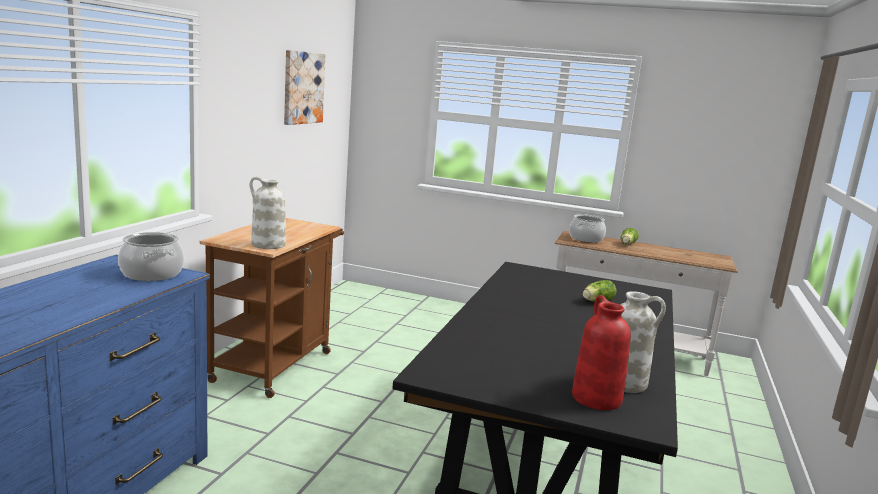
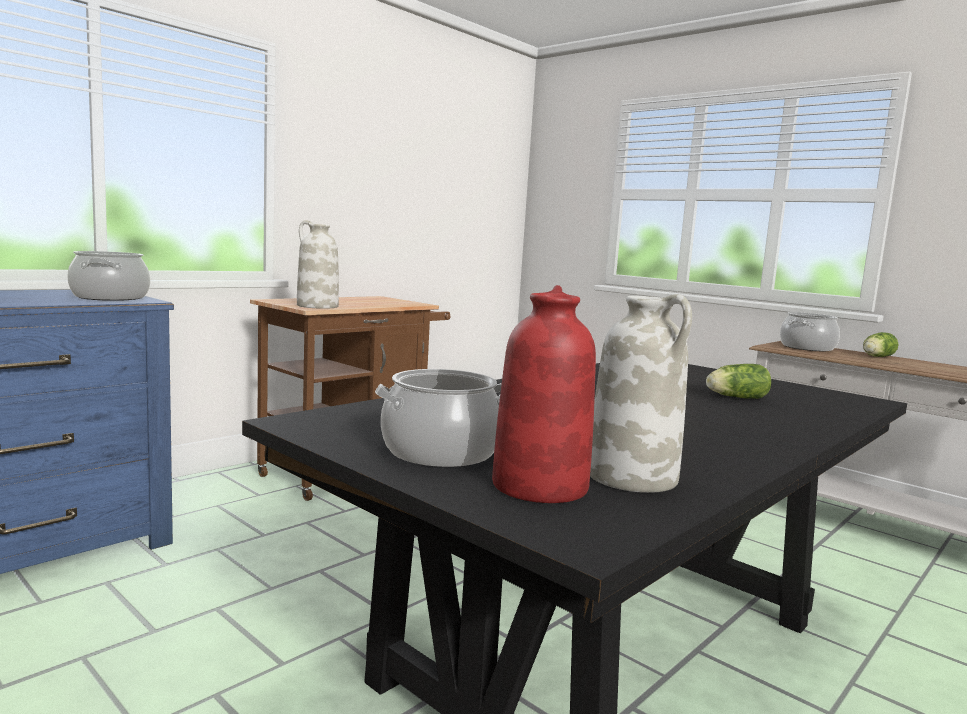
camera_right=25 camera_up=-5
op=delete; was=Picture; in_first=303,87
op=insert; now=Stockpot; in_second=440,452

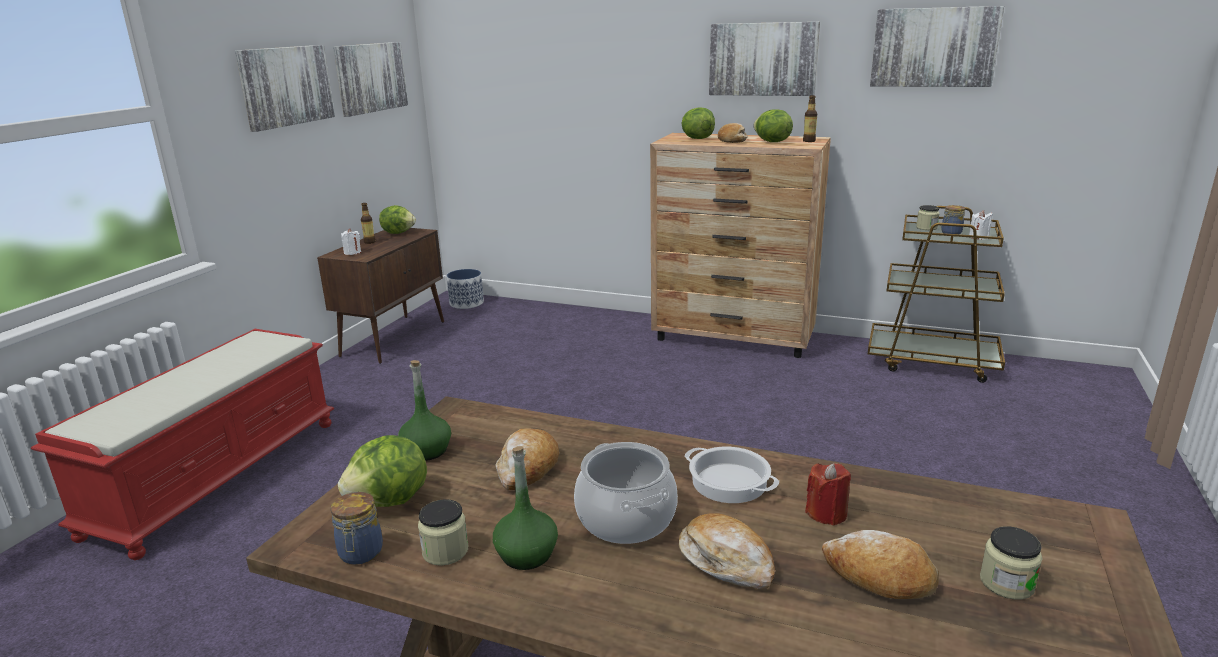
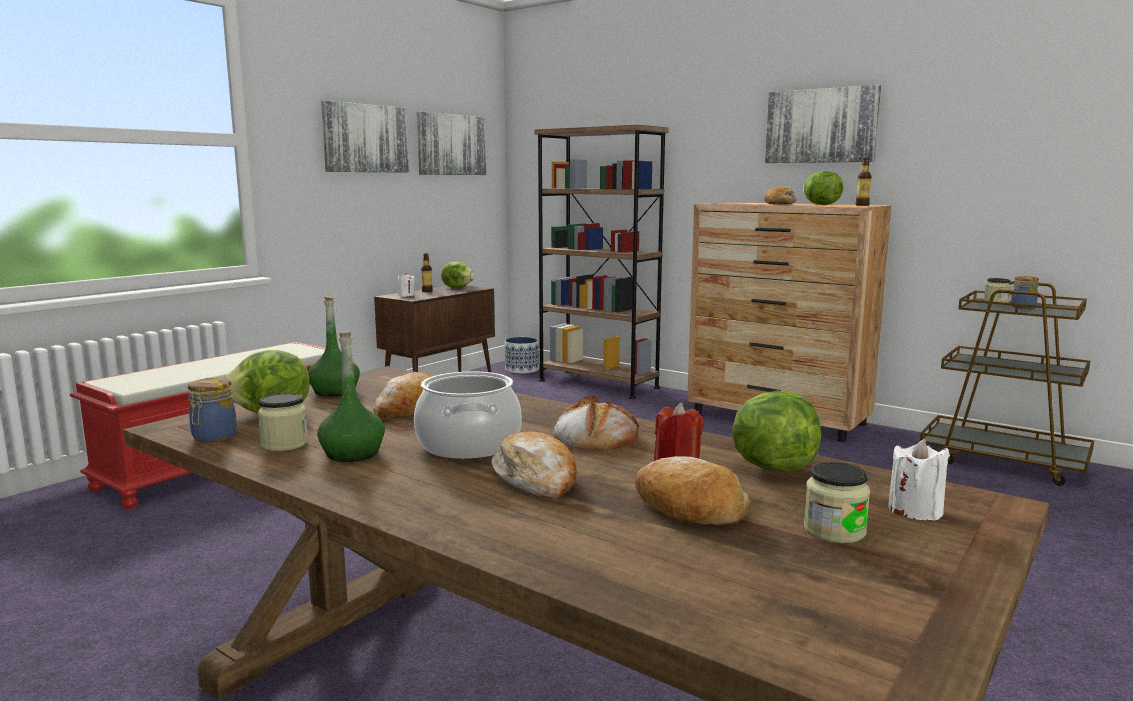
camera_right=15 camera_up=-10
op=delete; was=Picture; in_first=934,47
op=move; was=HeadOfLettuce; in_first=697,138; in_second=772,467
op=move; was=WhiteColouredWaxLight; in_first=978,237; in_second=915,511
op=replace; was=Stockpot; now=BakedBread; in_first=728,482; in_second=595,436
op=insert; now=BrownColouredBookshelf; in_second=598,384

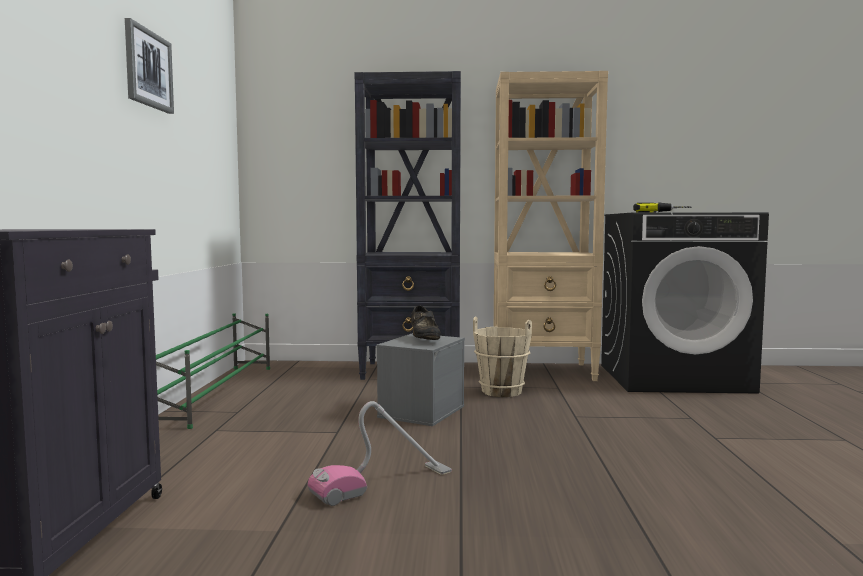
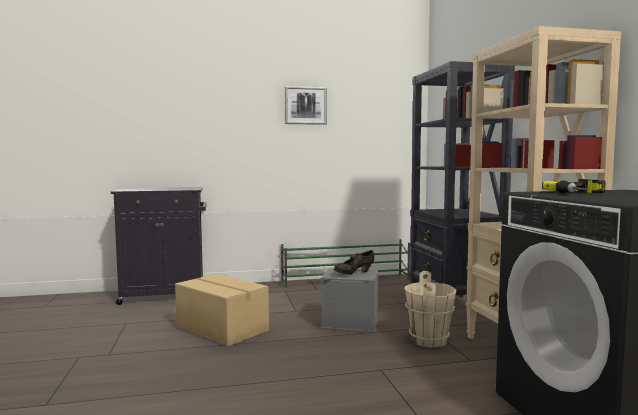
camera_right=75 camera_up=0
op=replace; was=VacuumCleaner; now=PackingBox; in_first=383,483; in_second=221,329

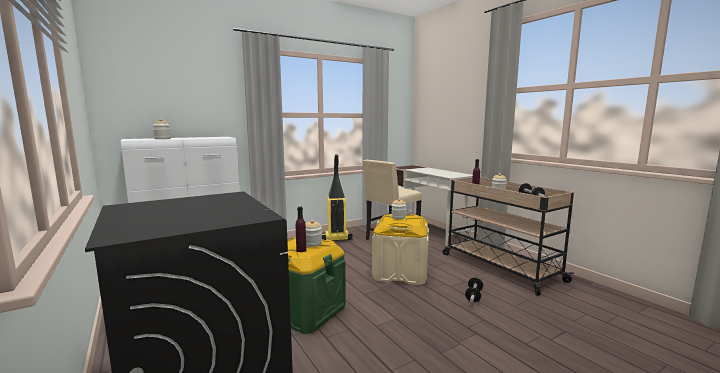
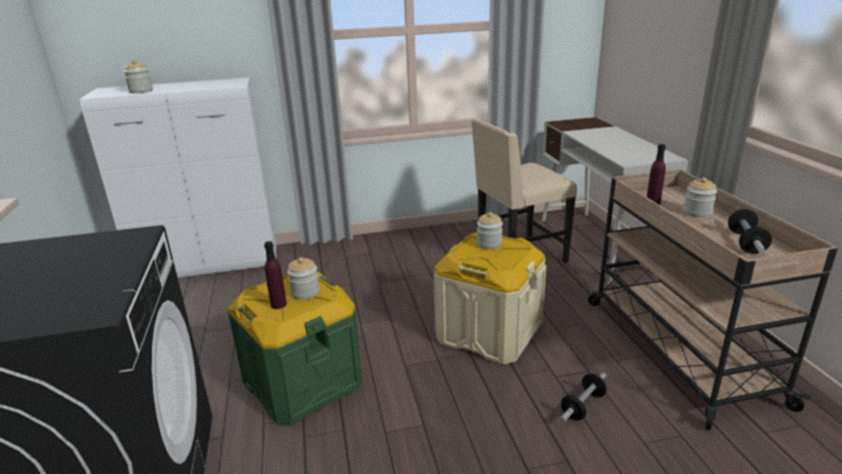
camera_right=20 camera_up=15
op=delete; was=VacuumCleaner; in_first=335,239

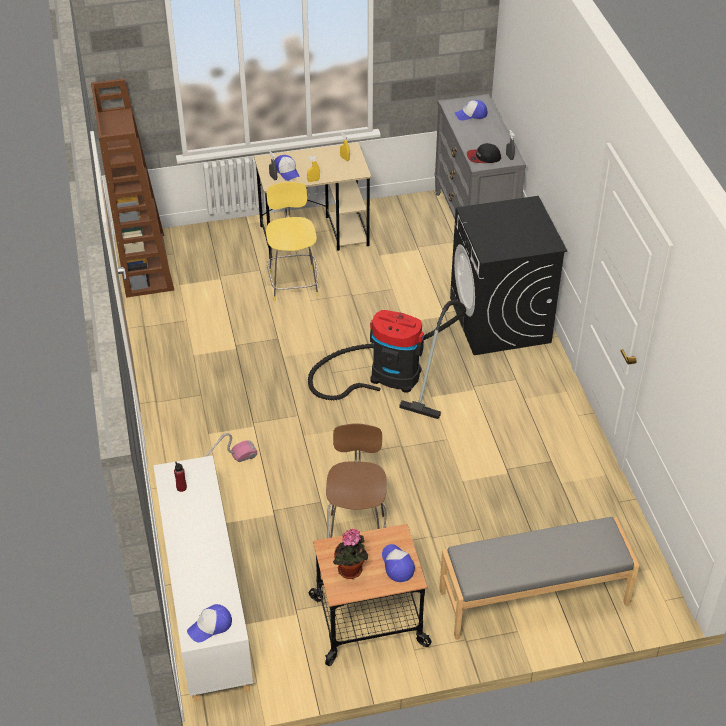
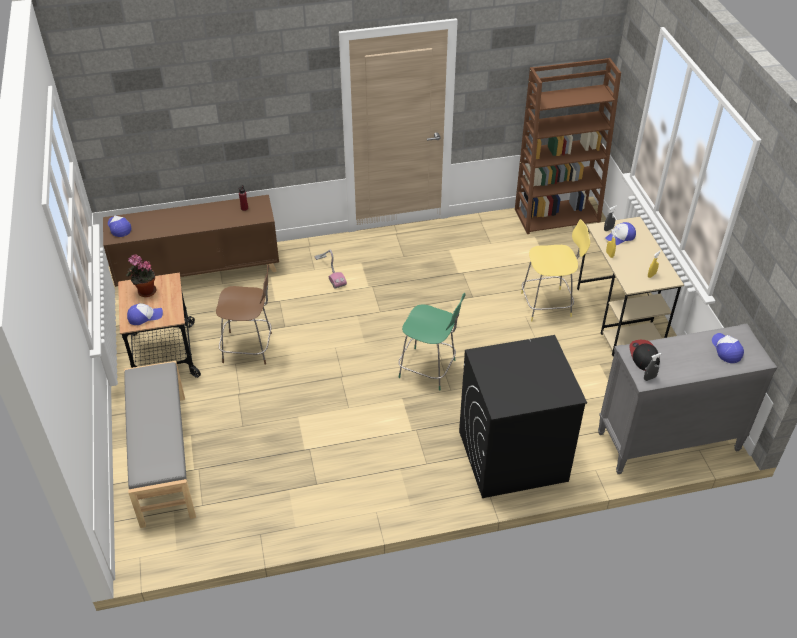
camera_right=90 camera_up=0
op=replace; was=VacuumCleaner; now=GreenStool; in_first=389,375; in_second=429,369
op=recolor; was=WhiteColouredCabinet; now=BrownColouredCabinet; in_first=206,603; in_second=199,270

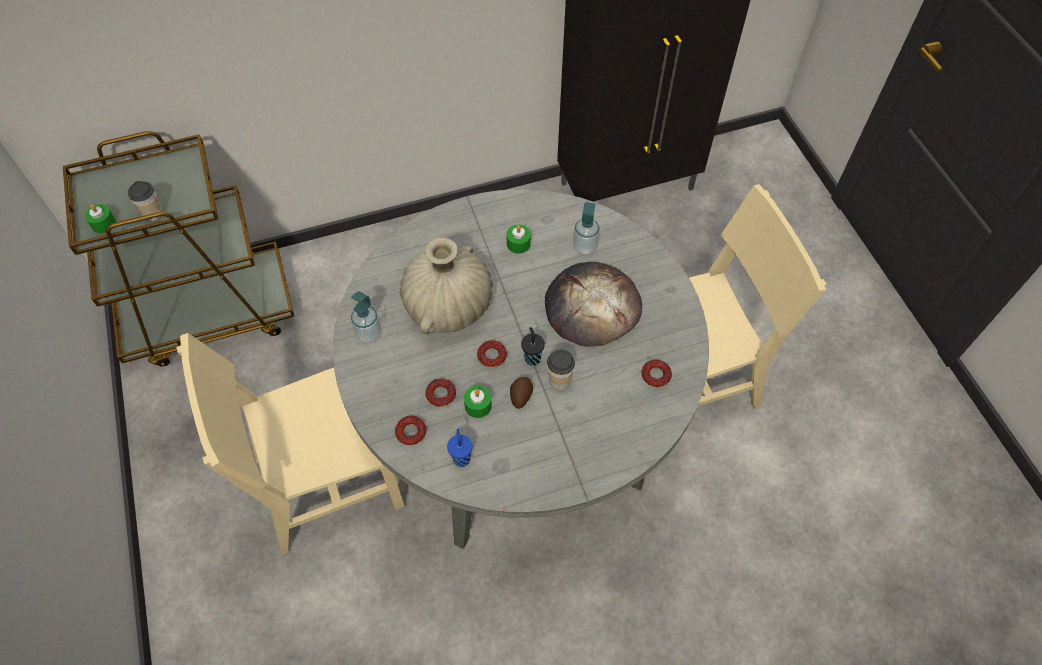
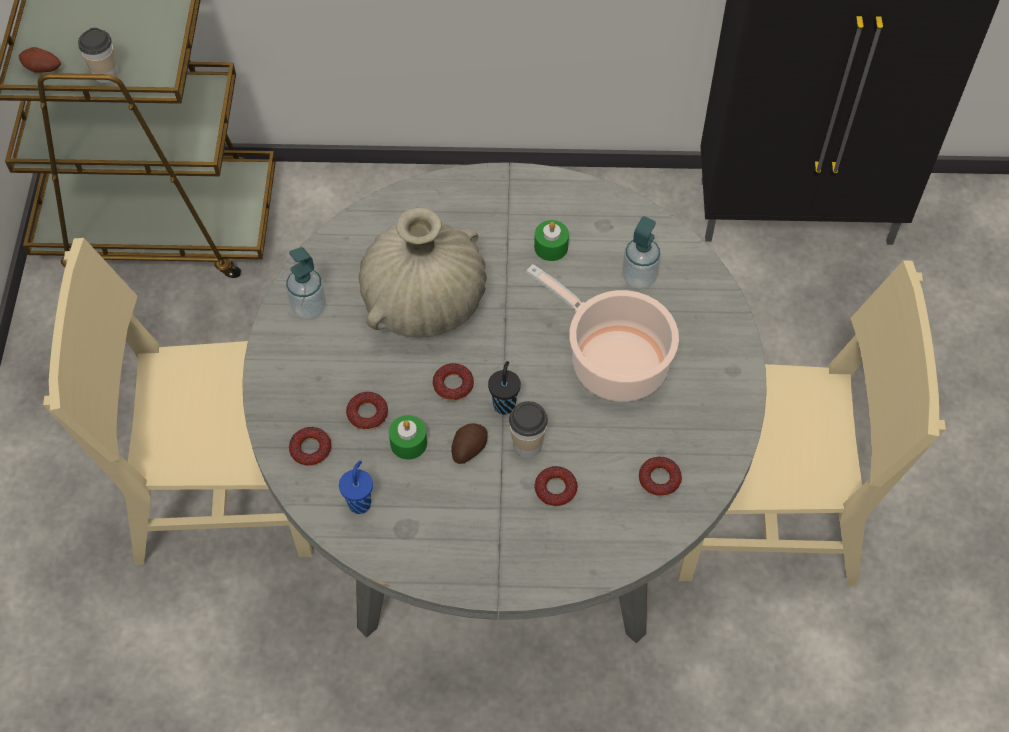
camera_right=20 camera_up=0
op=replace; was=GreenWaxLight; now=Spud; in_first=103,223; in_second=42,70
op=replace; was=BakedBread; now=Stockpot; in_first=592,307; in_second=613,361
op=insert; now=Doughnut; in_second=555,489

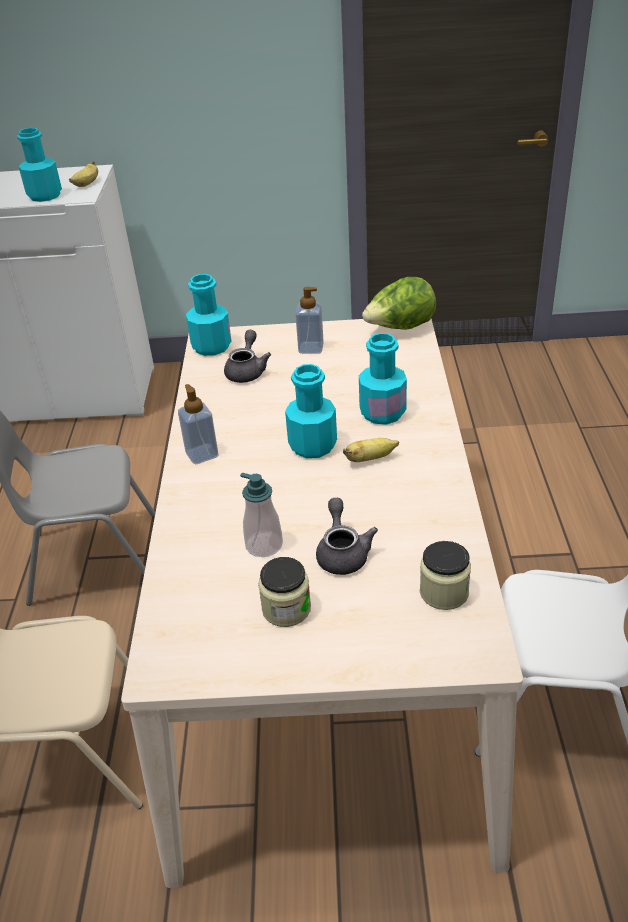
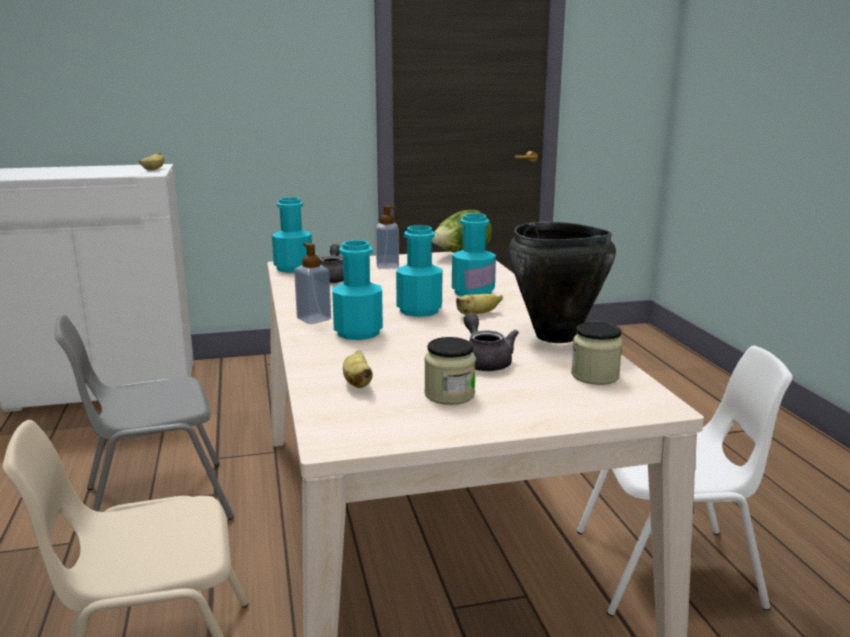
camera_right=-15 camera_up=-20
op=move; was=TurquoiseDrinkBottle; in_first=45,195; in_second=358,332
op=delete; was=SoapBottle; in_first=264,545
op=insert; now=BlackColouredStockpot; in_second=556,336
op=insert; now=WholeBanana; in_second=357,383

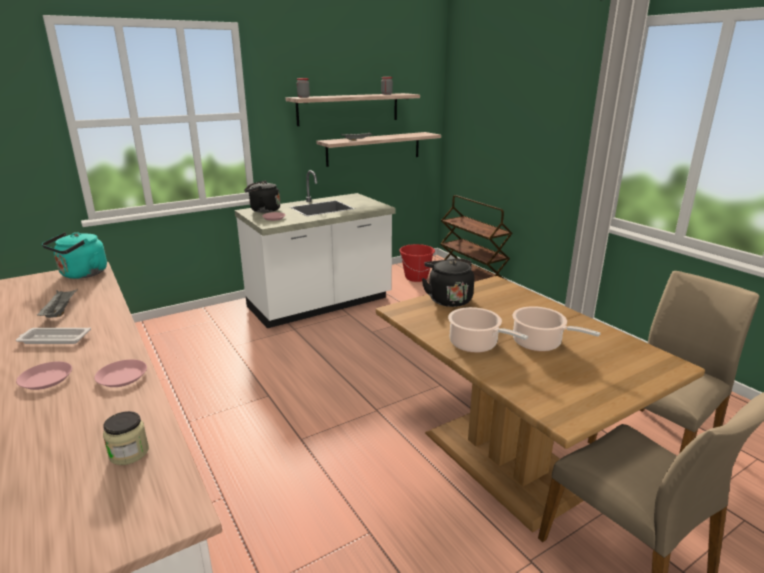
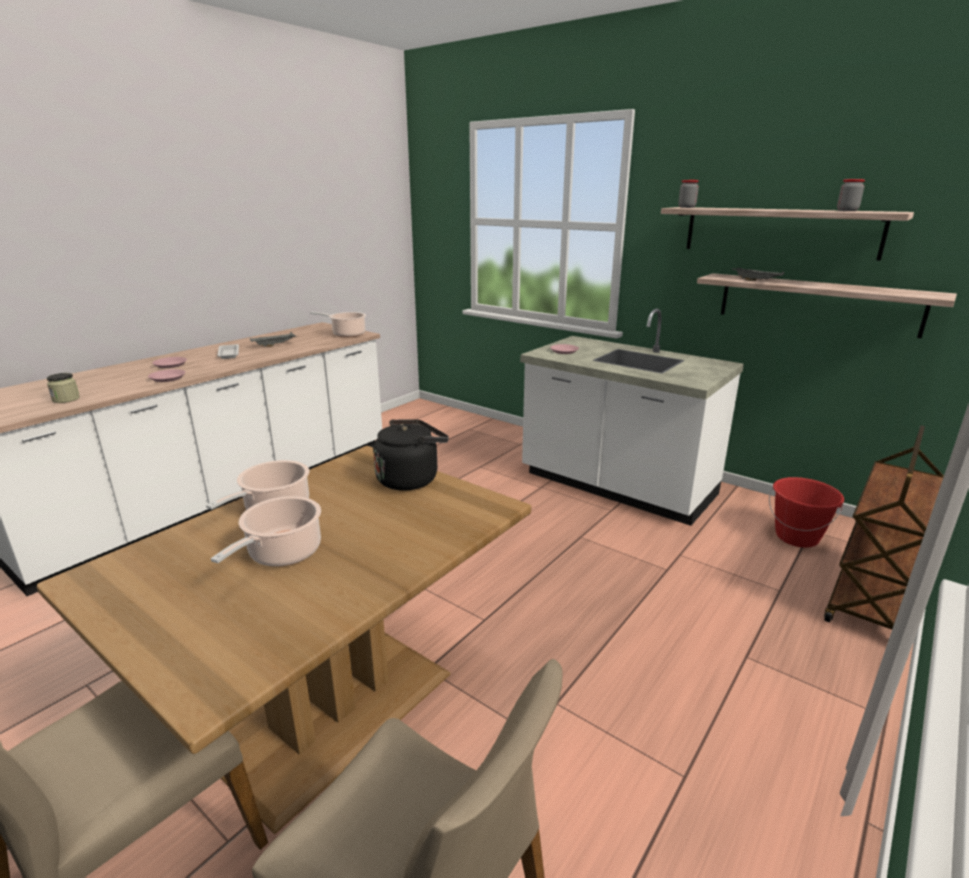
camera_right=70 camera_up=0
op=delete; was=BlackColouredTeaKettle; in_first=263,210
op=replace; was=TurquoiseTeaKettle; now=Stockpot; in_first=81,274; in_second=347,334

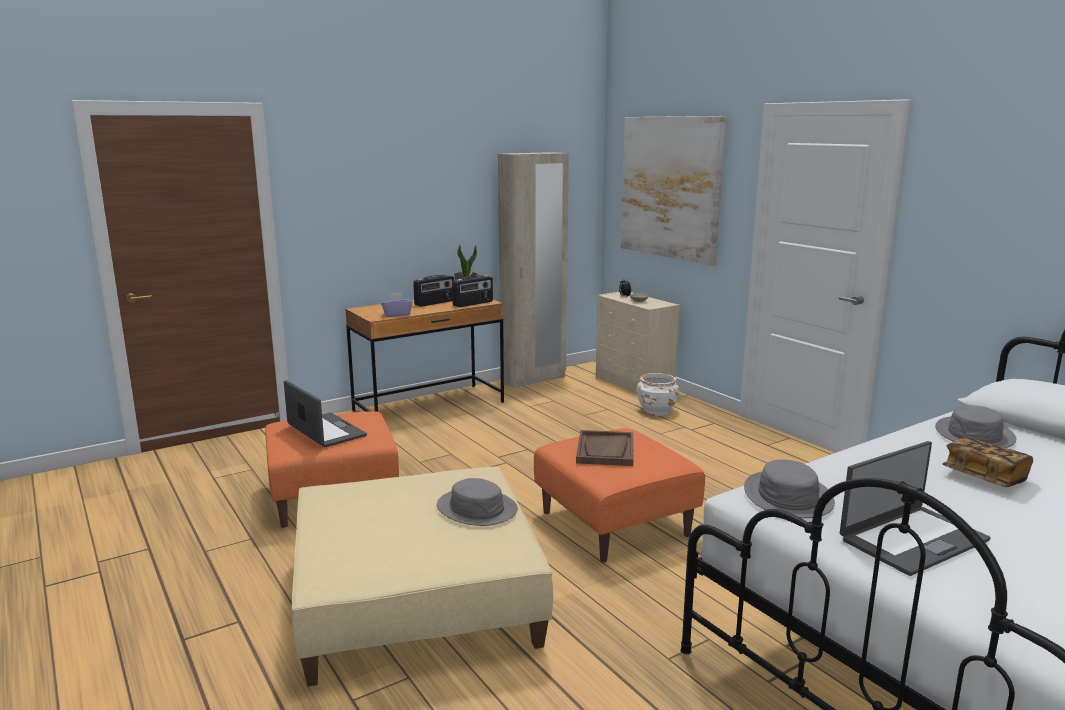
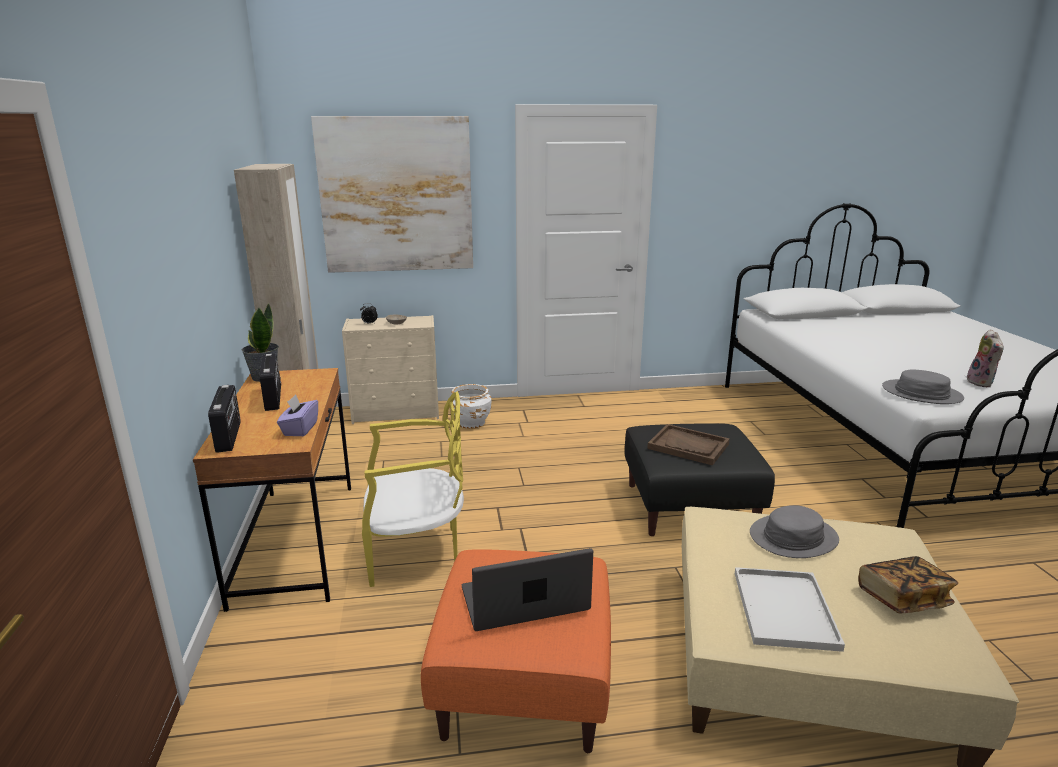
camera_right=-65 camera_up=5
op=move; was=Radio; in_first=473,303; in_second=229,437
op=delete; was=GreyishWearableHat; in_first=974,435
op=recolor; was=OrangeColouredPouffe; now=BlackColouredPouffe; in_first=615,523; in_second=689,506
op=move; was=Book; in_first=984,477; in_second=902,598
op=replace; was=PortableComputer; now=PlushToy; in_first=912,539; in_second=982,383
op=insert; now=YellowishPlainChair; in_second=416,550
op=insert; now=WhiteColouredCarryingTray; in_second=786,611

